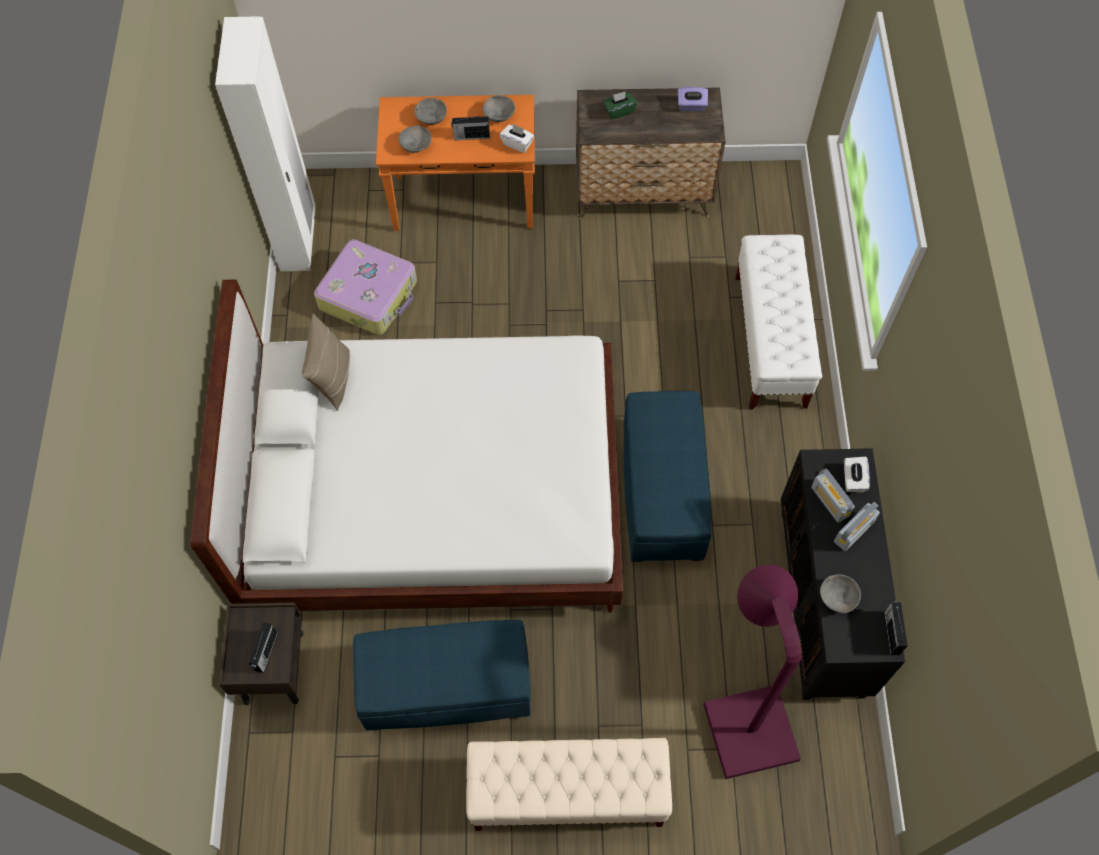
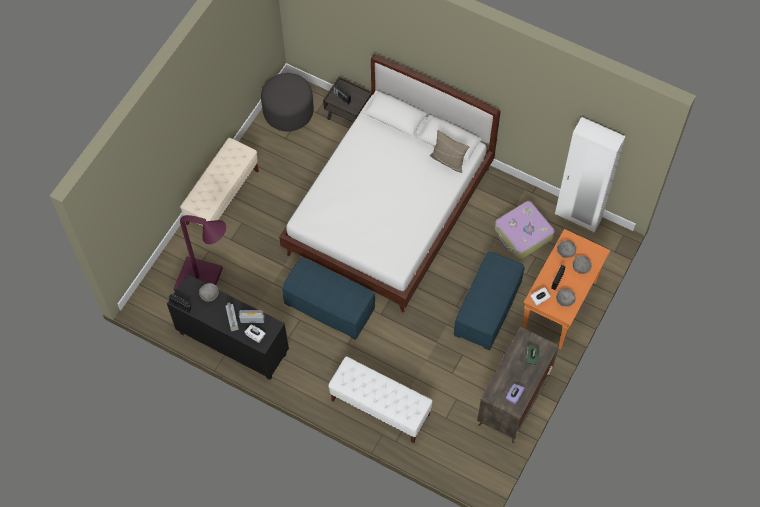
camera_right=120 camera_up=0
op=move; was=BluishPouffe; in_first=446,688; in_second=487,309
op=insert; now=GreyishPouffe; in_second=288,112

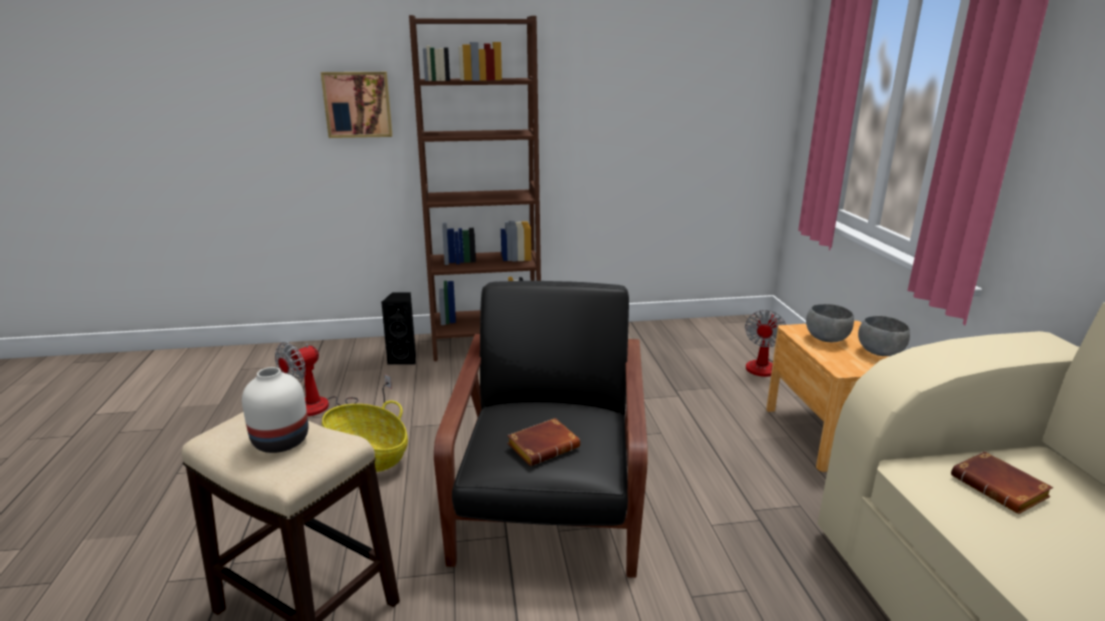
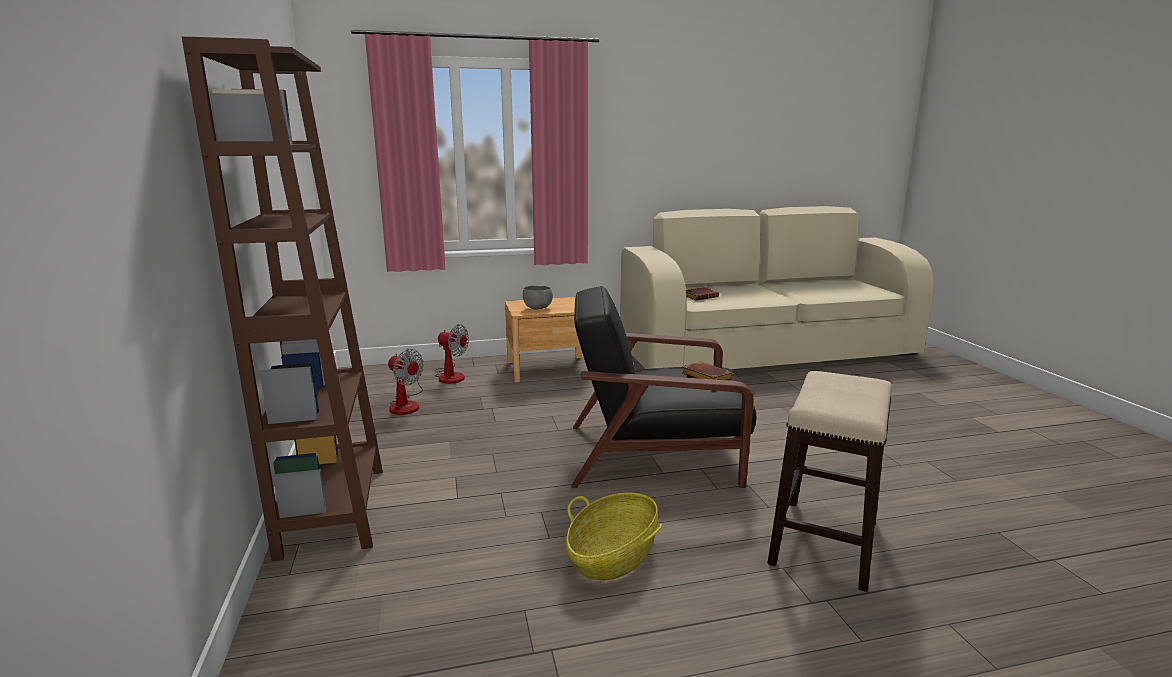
camera_right=-95 camera_up=-5
op=delete; was=Picture; in_first=358,104
op=delete; was=BlackColouredLoudspeaker; in_first=404,359
op=delete; was=GreyishDeepDish; in_first=879,352
op=move; was=CoolingFan; in_first=324,407; in_second=406,404
op=delete; was=WhiteColouredVase; in_first=280,440

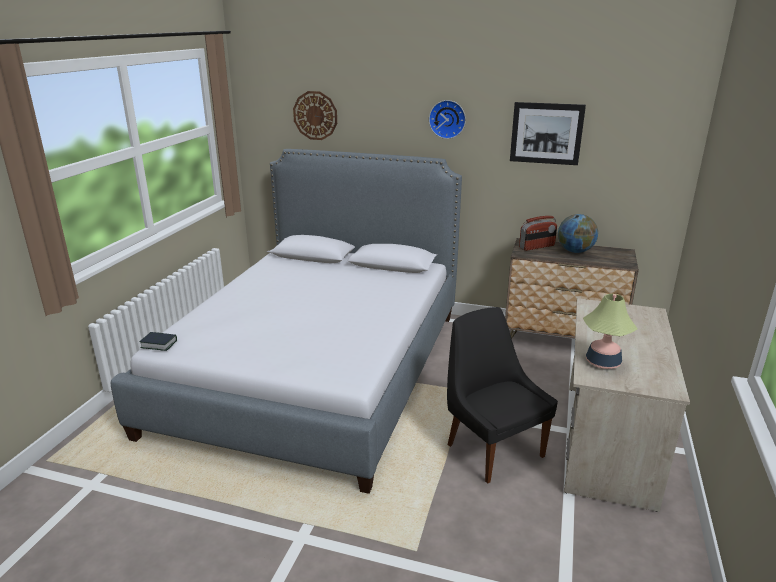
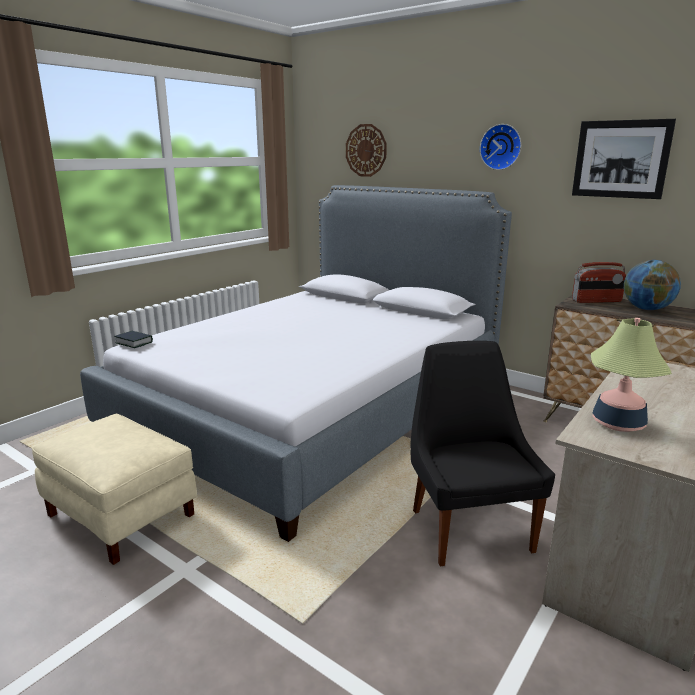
camera_right=20 camera_up=-5
op=insert; now=SandColouredPouffe; in_second=122,515

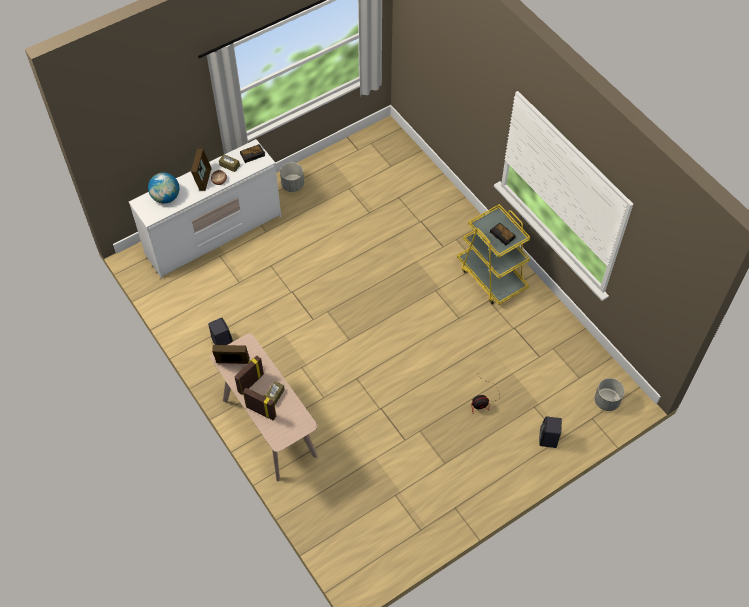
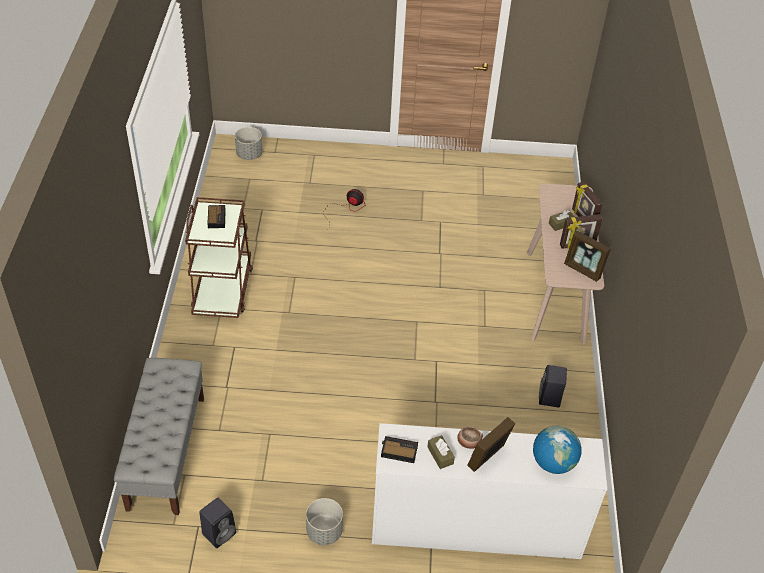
camera_right=-145 camera_up=-10
op=recolor; was=YellowishTrolley; now=BrownColouredTrolley; in_first=491,277; in_second=223,290
op=move; was=BlackColouredLoudspeaker; in_first=548,439; in_second=219,532
op=insert; now=GreyishLongSeat; in_second=166,452

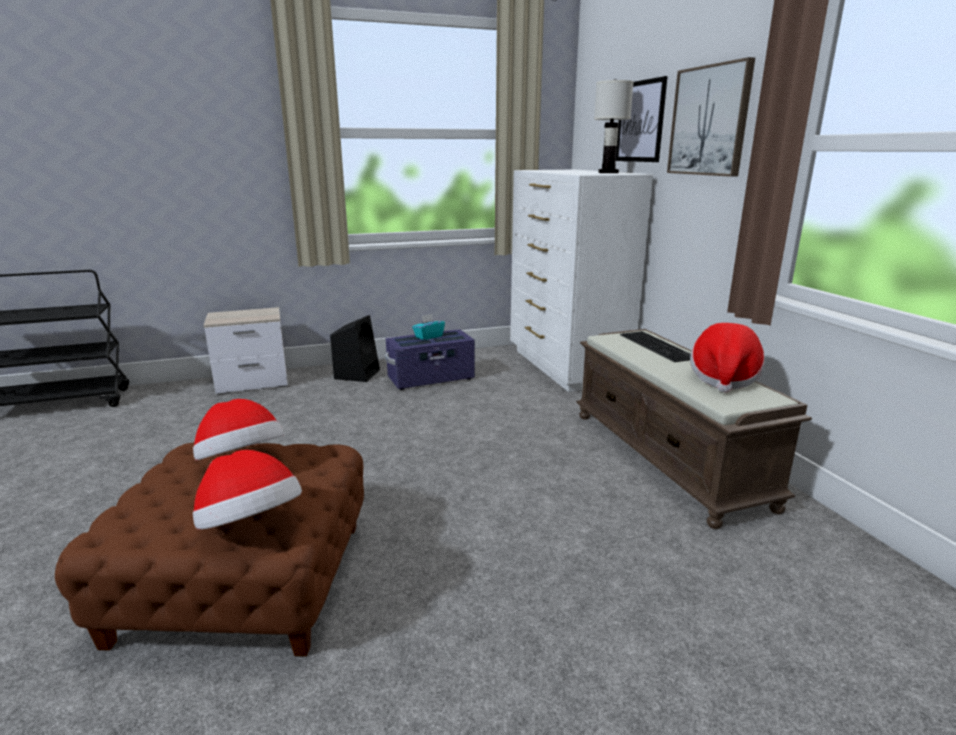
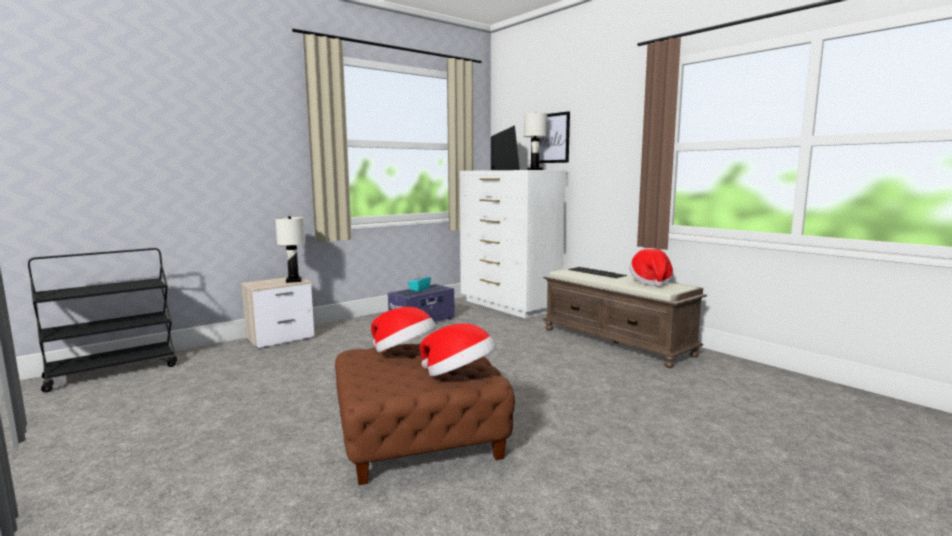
camera_right=-20 camera_up=-10
op=delete; was=Picture; in_first=709,121
op=move; was=BlackColouredLoudspeaker; in_first=357,374; in_second=504,170
op=insert; now=WhiteColouredTableLamp; in_second=294,281

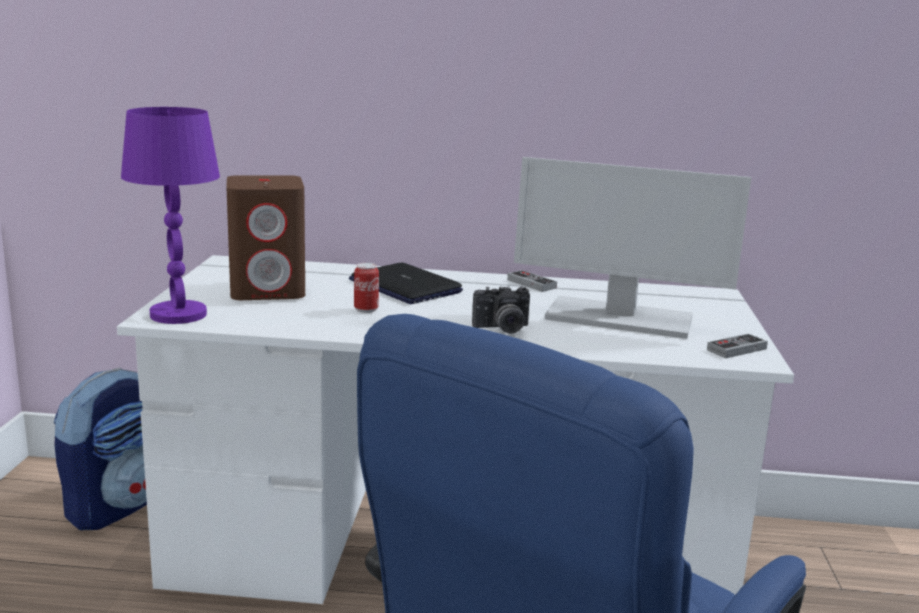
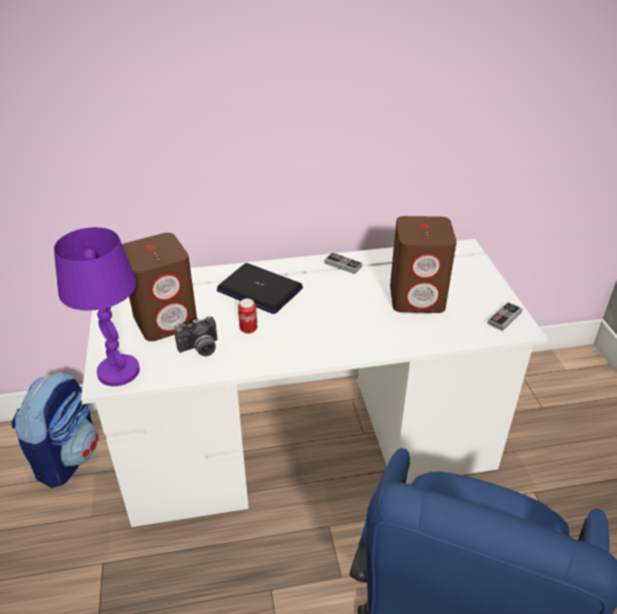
camera_right=-15 camera_up=20
op=replace; was=Monitor; now=BrownColouredLoudspeaker; in_first=617,318; in_second=417,298
op=move; was=PhotoCamera; in_first=502,329; in_second=200,349

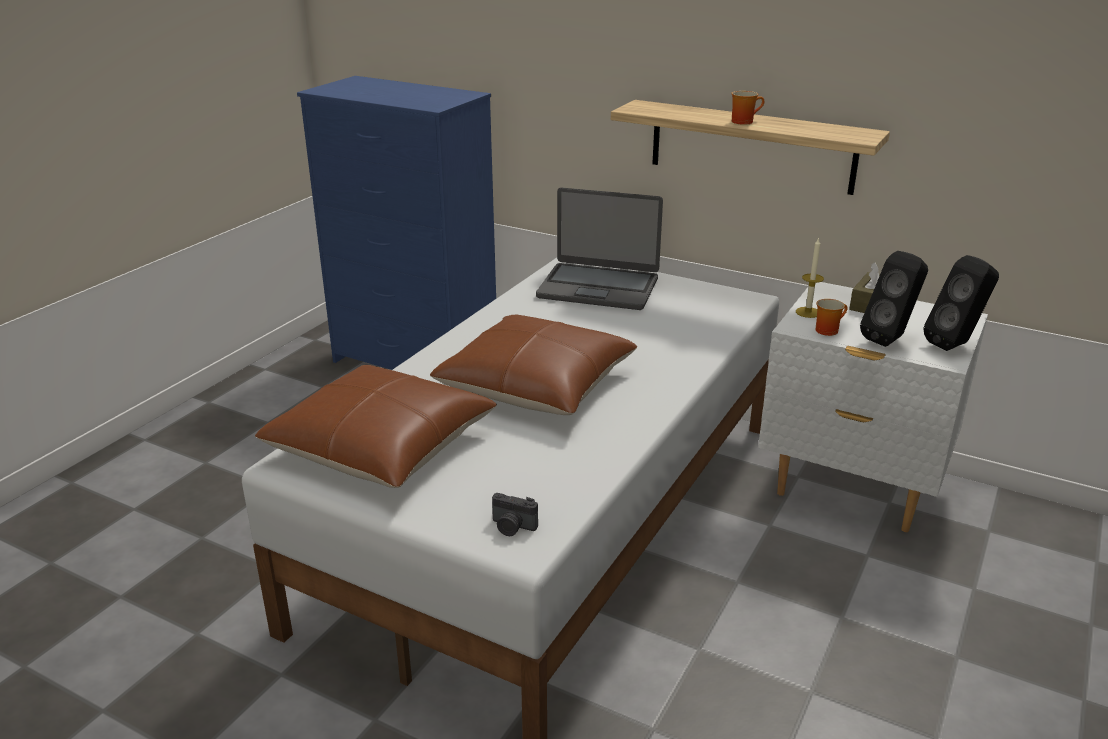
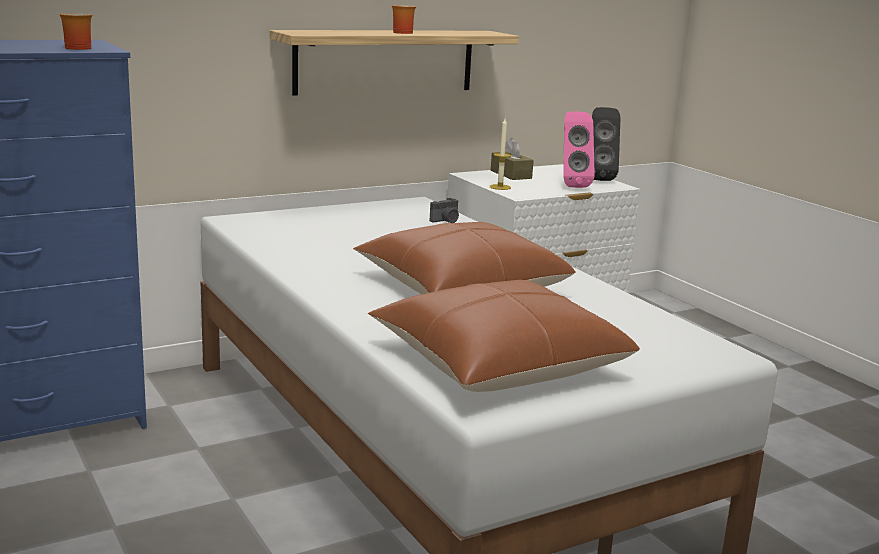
camera_right=-60 camera_up=-10
op=delete; was=PortableComputer; in_first=598,287
op=recolor; was=BlackColouredLoudspeaker; now=PinkishLoudspeaker; in_first=891,339; in_second=571,185
op=move; was=CoffeeMug; in_first=827,329; in_second=77,48
op=move; was=PhotoCamera; in_first=512,527; in_second=446,221

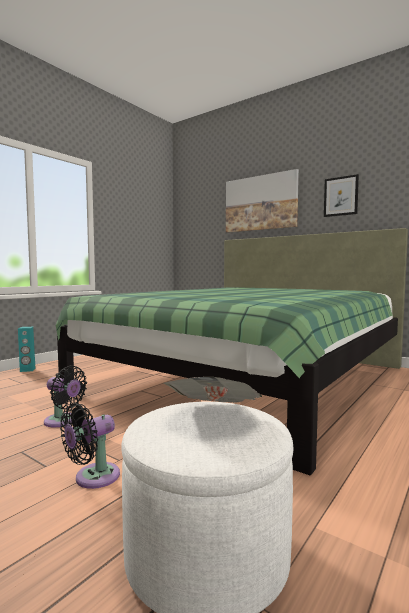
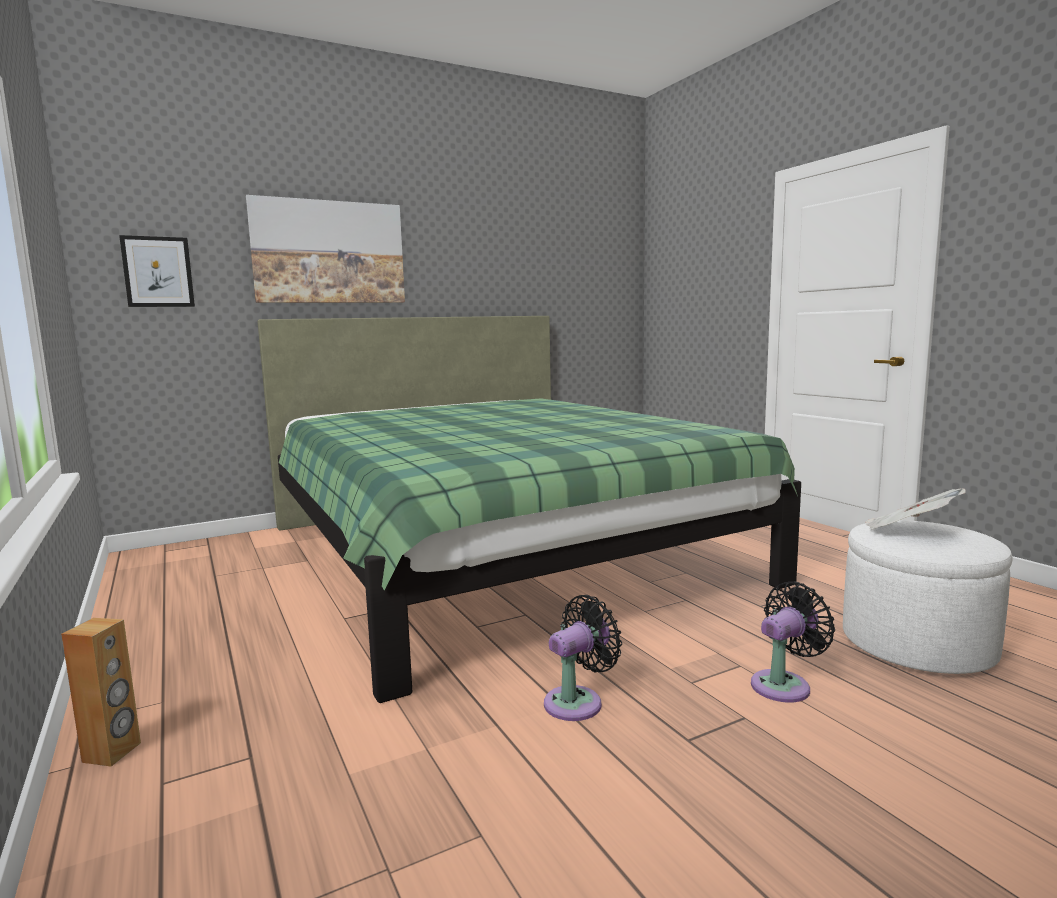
camera_right=-65 camera_up=5
op=move; was=Picture; in_first=341,196; in_second=158,272
op=recolor; was=TurquoiseLoudspeaker; now=BrownColouredLoudspeaker; in_first=27,370; in_second=112,752
op=rotate; was=BlackColouredCoolingFan; in_first=93,478; in_second=784,685; clockwise=-105

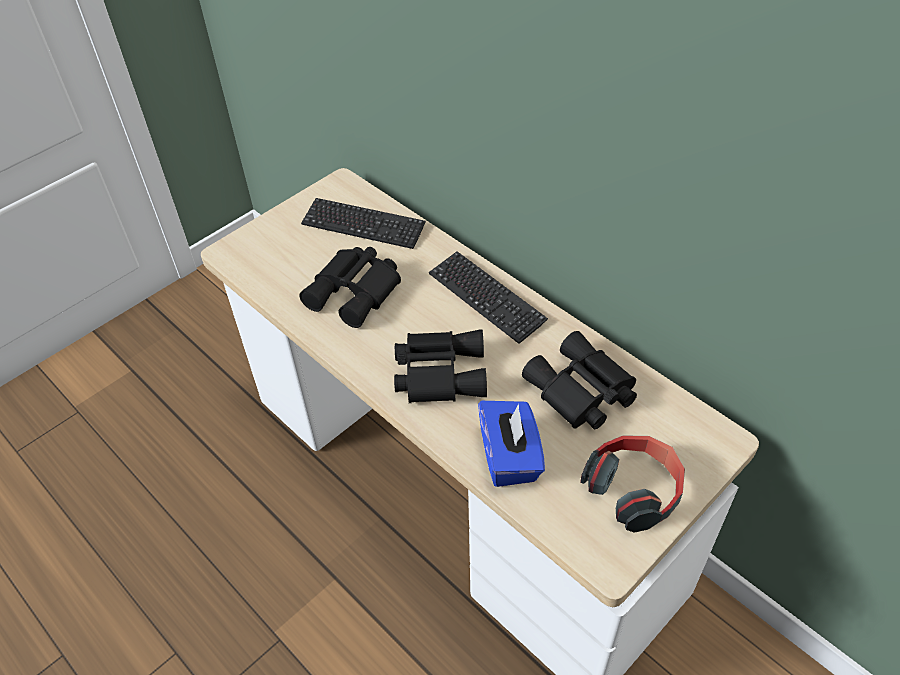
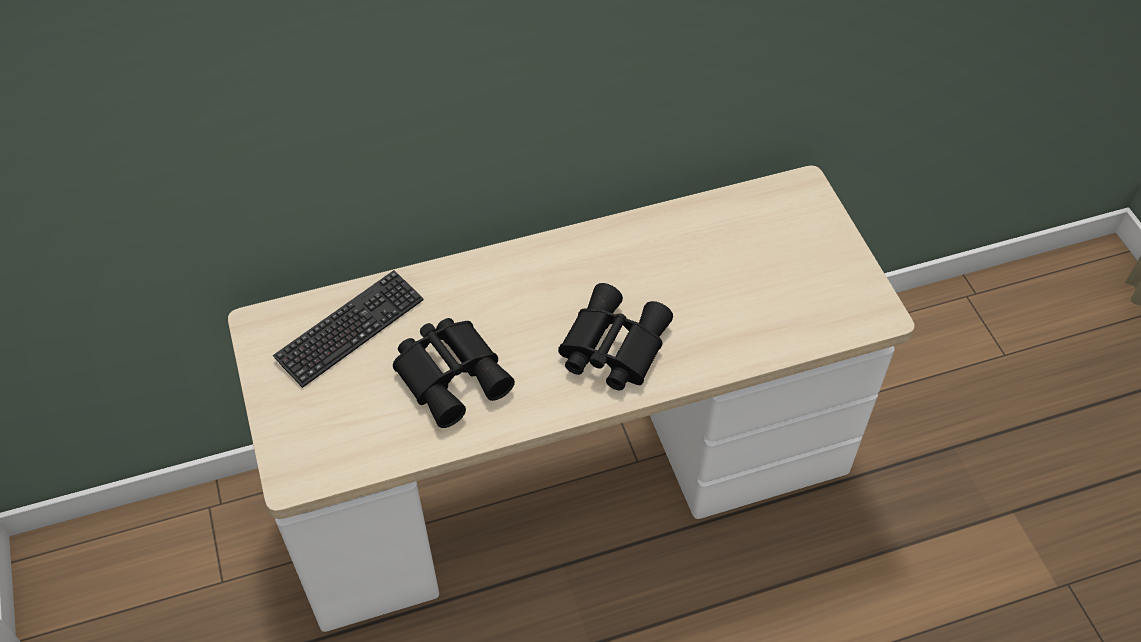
camera_right=-65 camera_up=5
op=delete; was=Keyboard; in_first=486,298
op=delete; was=BlackColouredFieldGlasses; in_first=580,392
op=delete; was=BluishTissueBox; in_first=510,457
op=delete; was=Headphones; in_first=634,488

